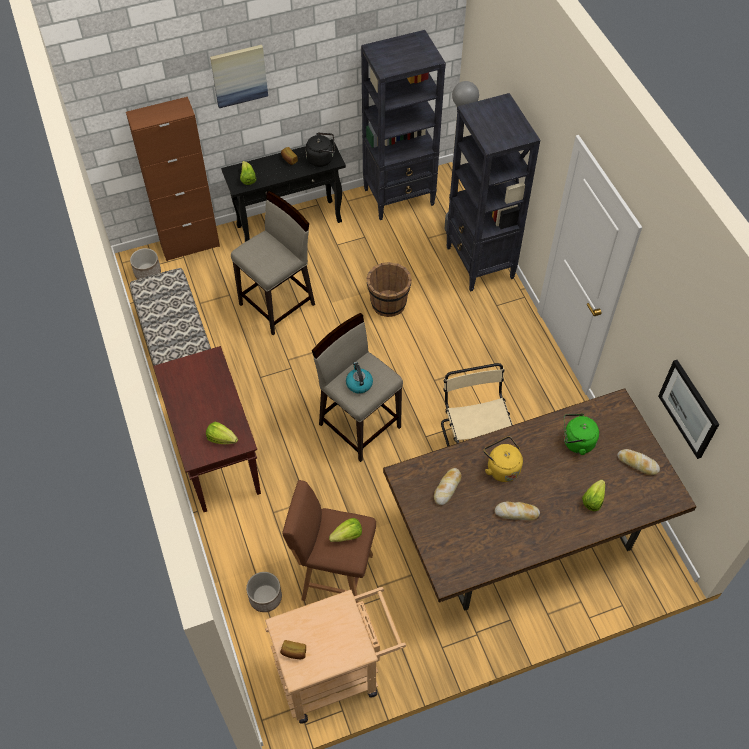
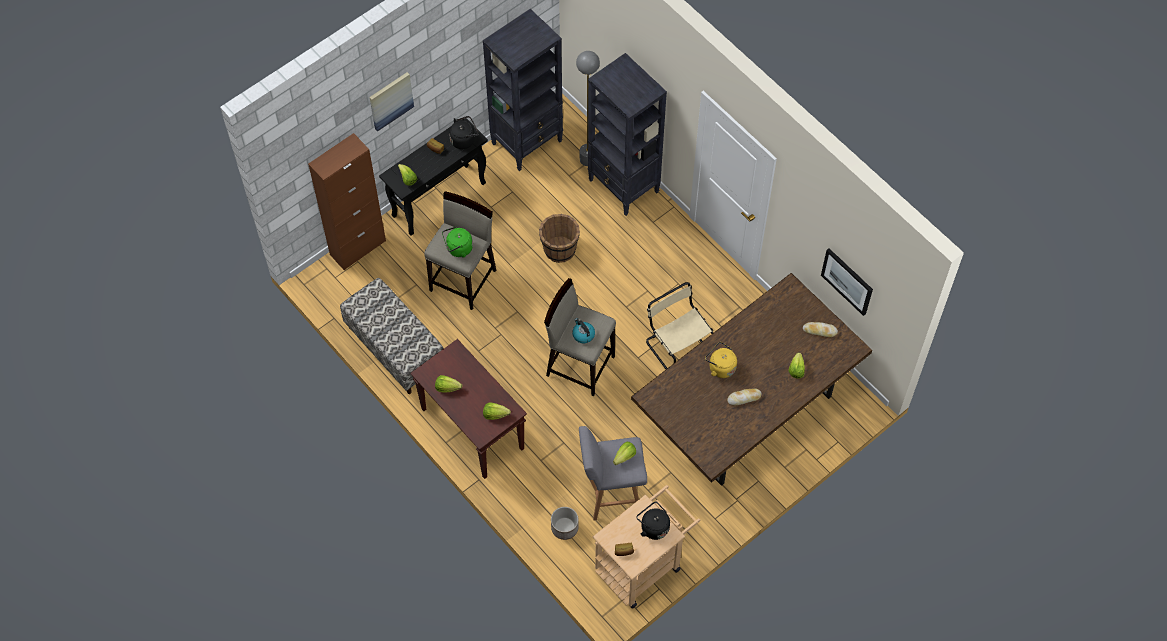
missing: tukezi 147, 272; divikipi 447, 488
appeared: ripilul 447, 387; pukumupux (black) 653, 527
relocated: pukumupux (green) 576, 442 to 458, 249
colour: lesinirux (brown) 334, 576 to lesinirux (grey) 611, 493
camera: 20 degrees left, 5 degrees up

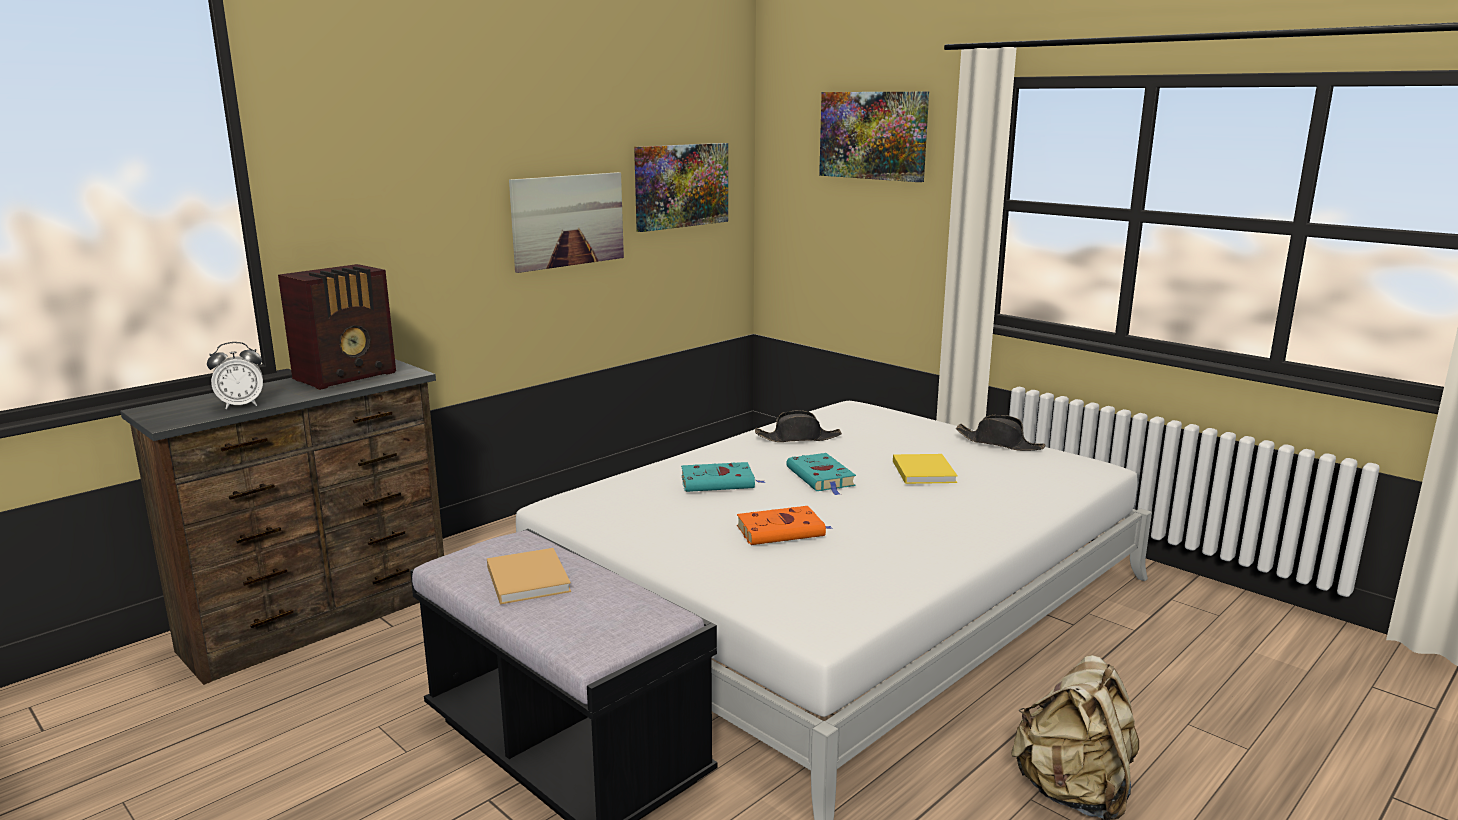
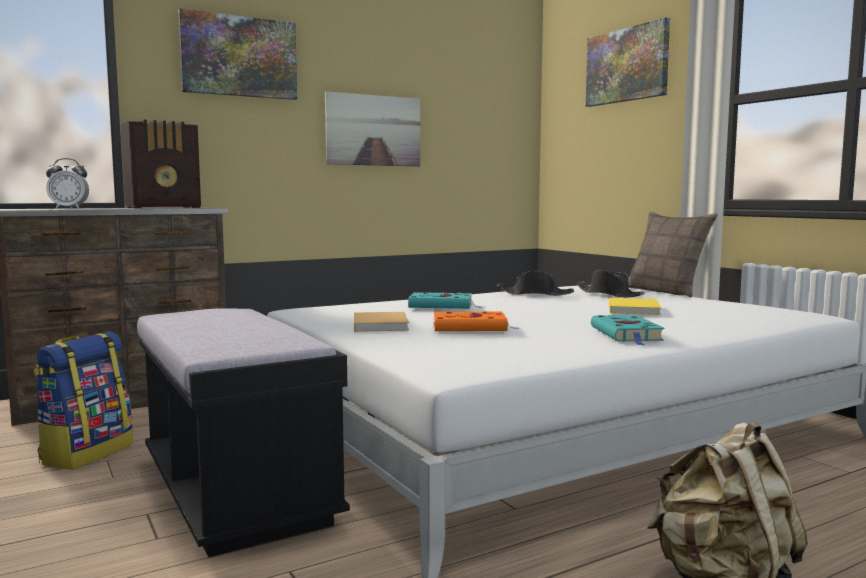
appeared: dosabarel 86, 453; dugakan 667, 291
relocated: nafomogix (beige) 527, 578 to 380, 324; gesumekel 681, 185 to 239, 57; nafomogix (turquoise) 822, 478 to 627, 334; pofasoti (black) 999, 443 to 609, 294
camera: 15 degrees right, 10 degrees down

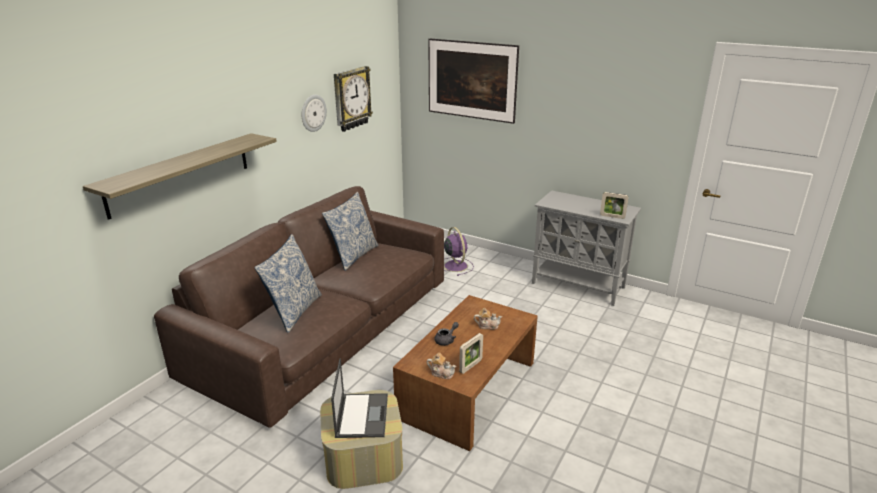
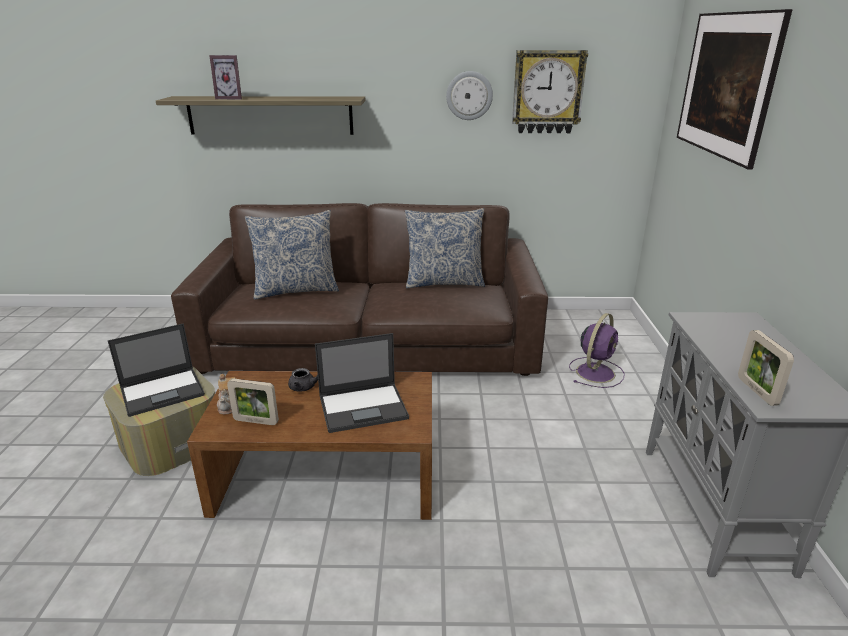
appeared: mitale 231, 98
exchanged: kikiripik 487, 325 to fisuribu 364, 407
camera: 60 degrees right, 0 degrees up

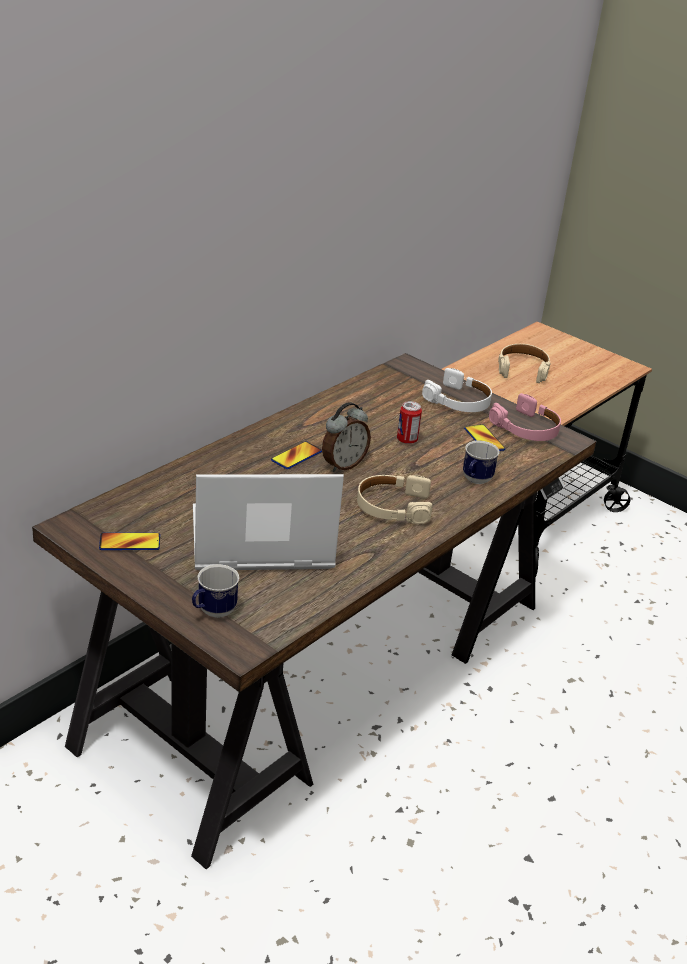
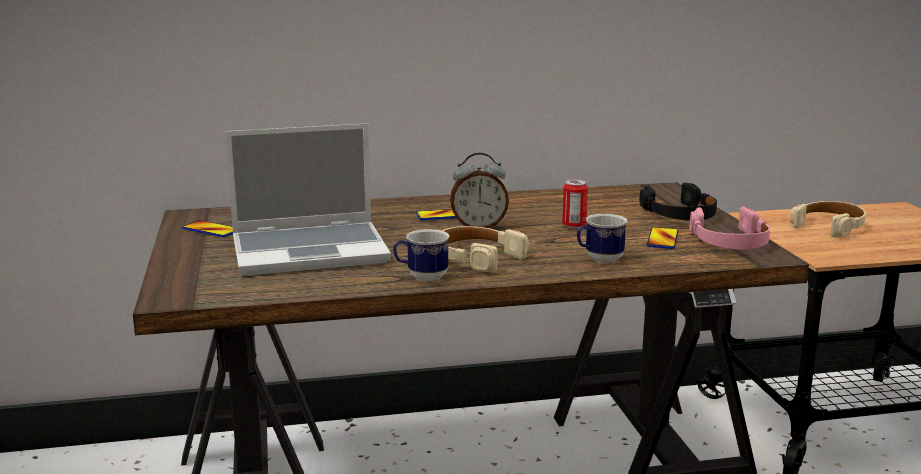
relocated: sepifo 212, 612 to 421, 278
colour: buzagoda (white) 459, 401 to buzagoda (black) 680, 214
spun: fisuribu 259, 542 = 311, 251 135 degrees clockwise
camera: 40 degrees right, 15 degrees down

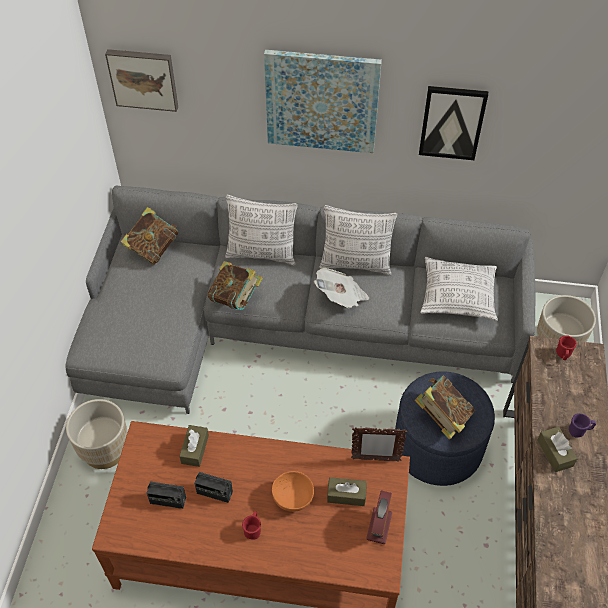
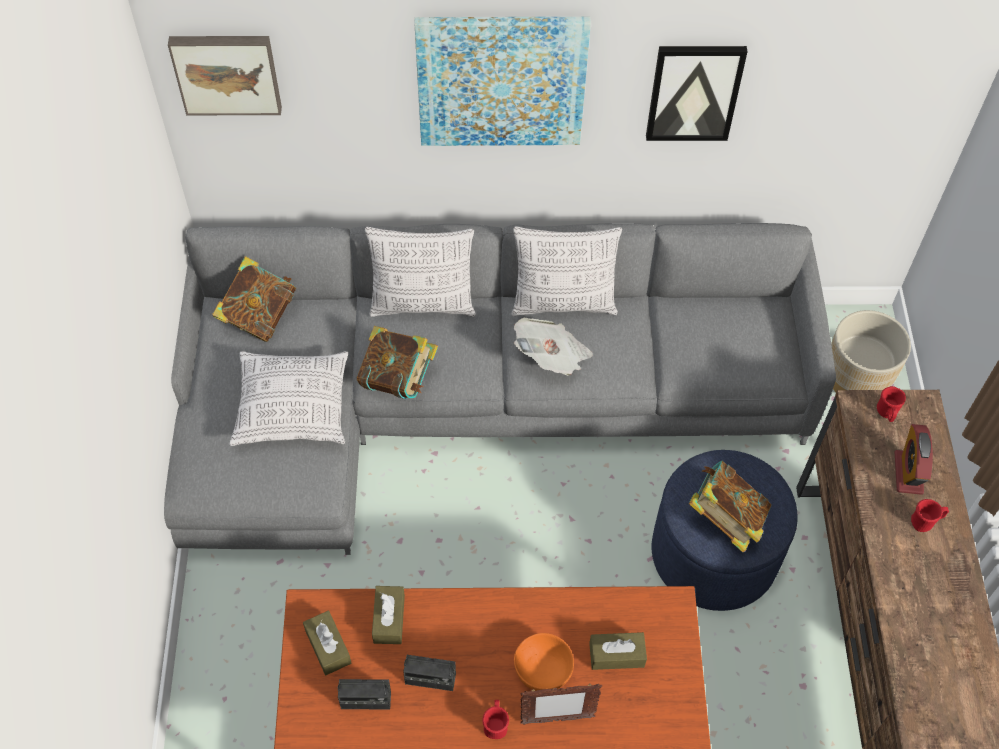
missing: tukezi (beige) 105, 449
relocated: mitale 375, 459 to 556, 720; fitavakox 379, 526 to 908, 473; dugakan 458, 296 to 293, 408; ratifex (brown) 555, 453 to 328, 647
colour: sepifo (purple) 579, 431 to sepifo (red) 925, 522
camera: 10 degrees left, 5 degrees up

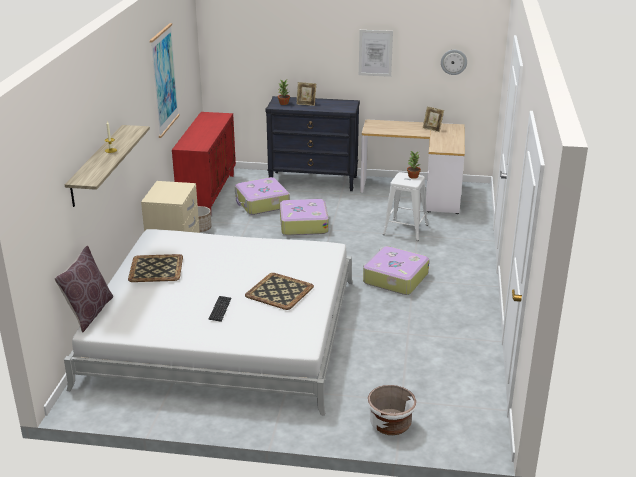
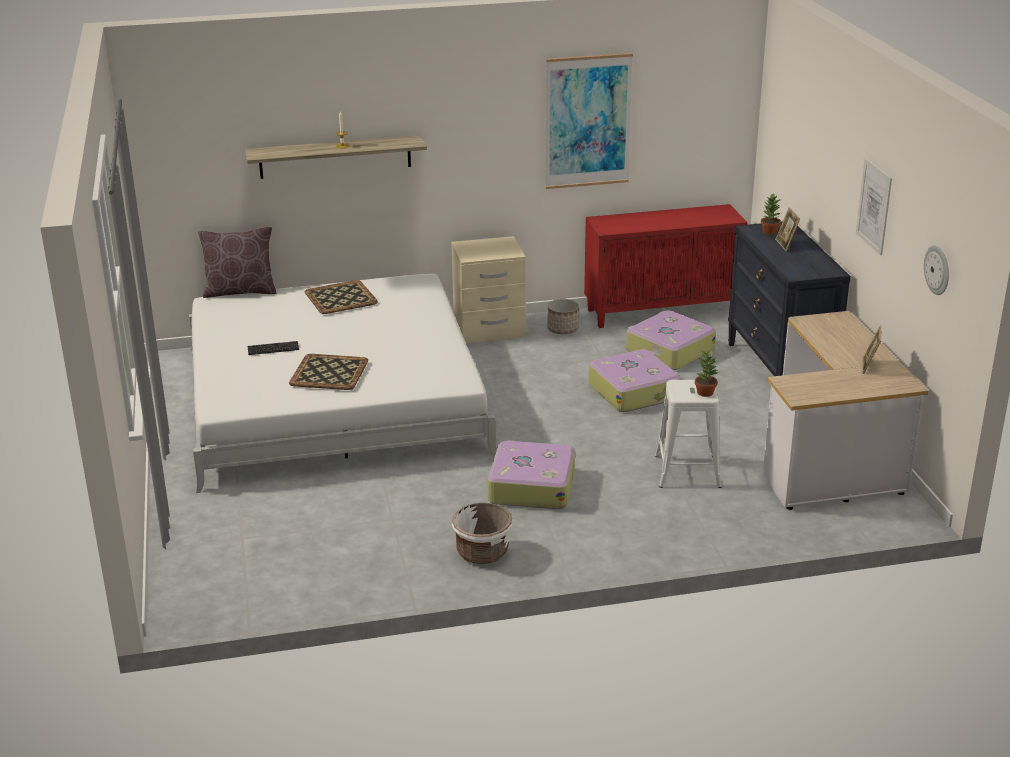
relocated: tukezi (white) 390, 424 to 482, 552
camera: 70 degrees right, 0 degrees up

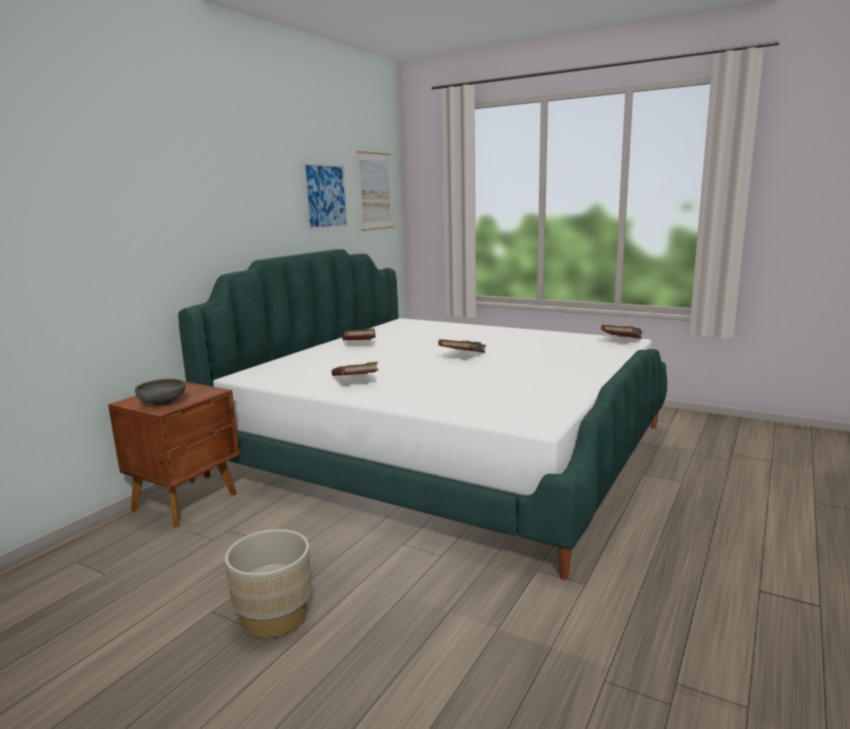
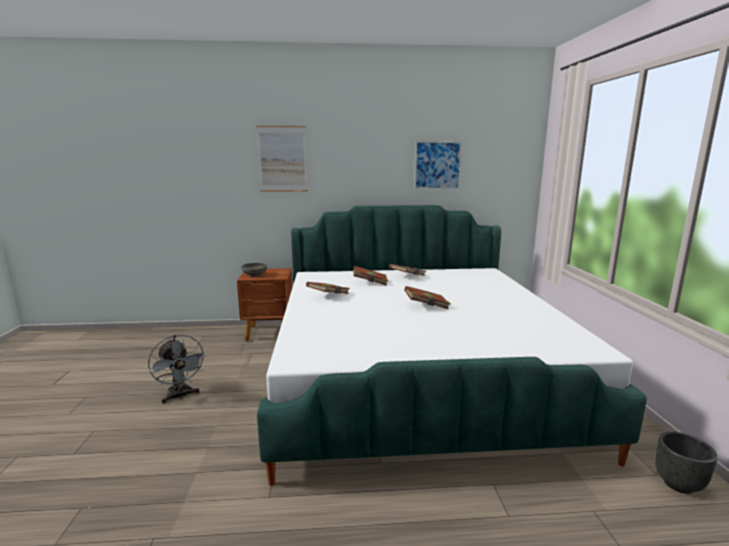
appeared: tukezi (black) 679, 484
relocated: gesumekel 375, 191 to 282, 159; nafomogix (brown) 622, 341 to 370, 282
exchanged: tukezi (beige) 274, 617 to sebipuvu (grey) 180, 396
camera: 55 degrees right, 0 degrees up

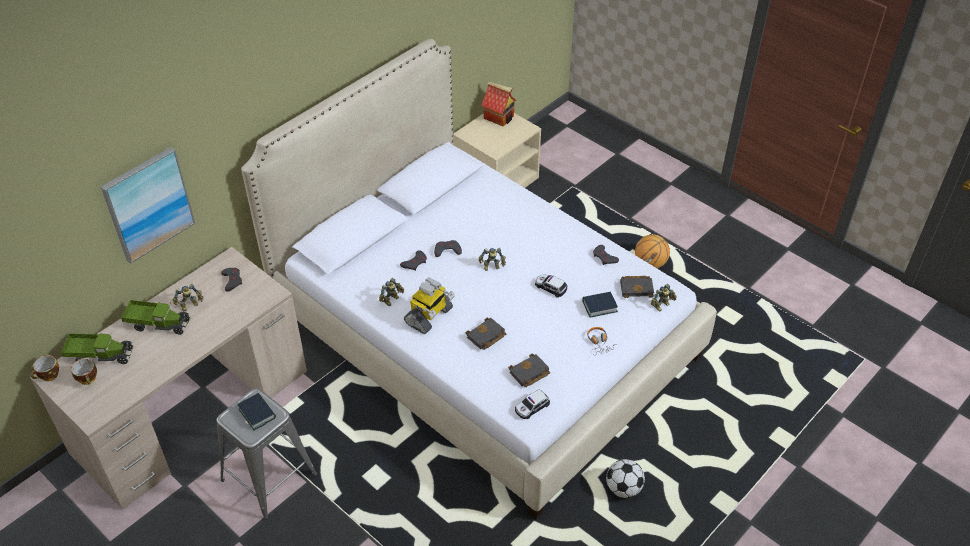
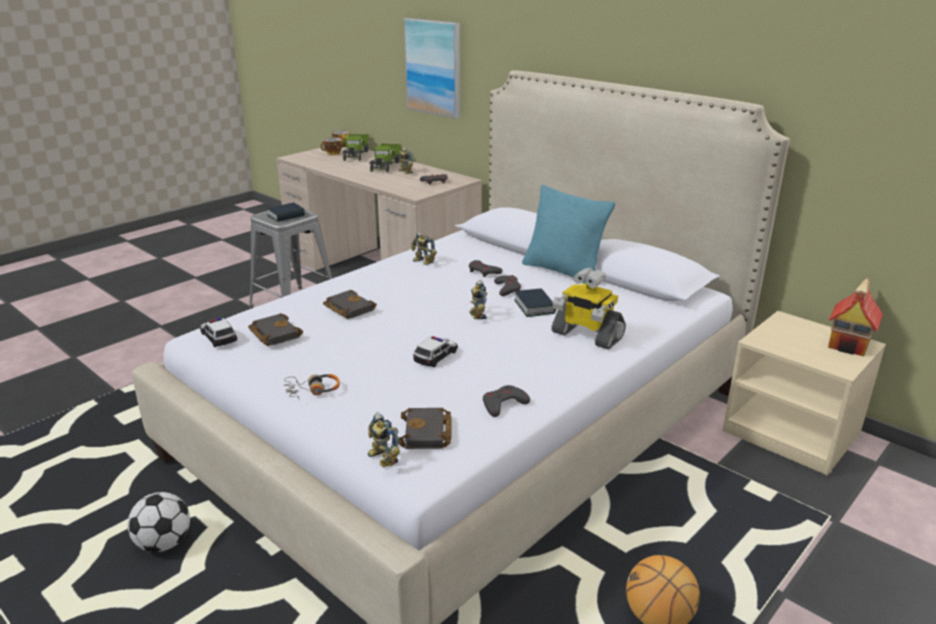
appeared: dugakan (turquoise) 563, 272
relocated: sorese 429, 316 to 586, 335; nafomogix 599, 306 to 534, 307
camera: 90 degrees right, 20 degrees down

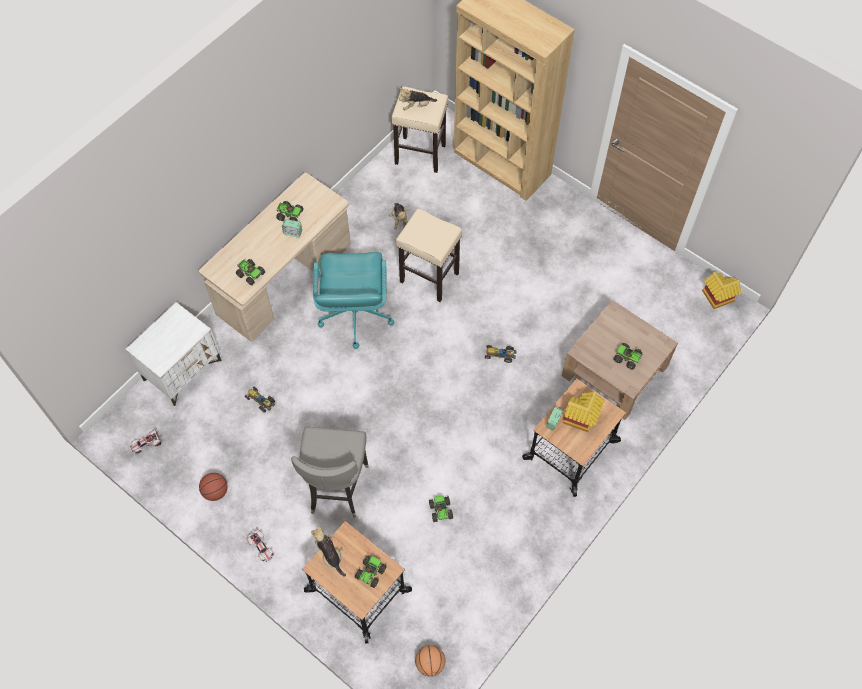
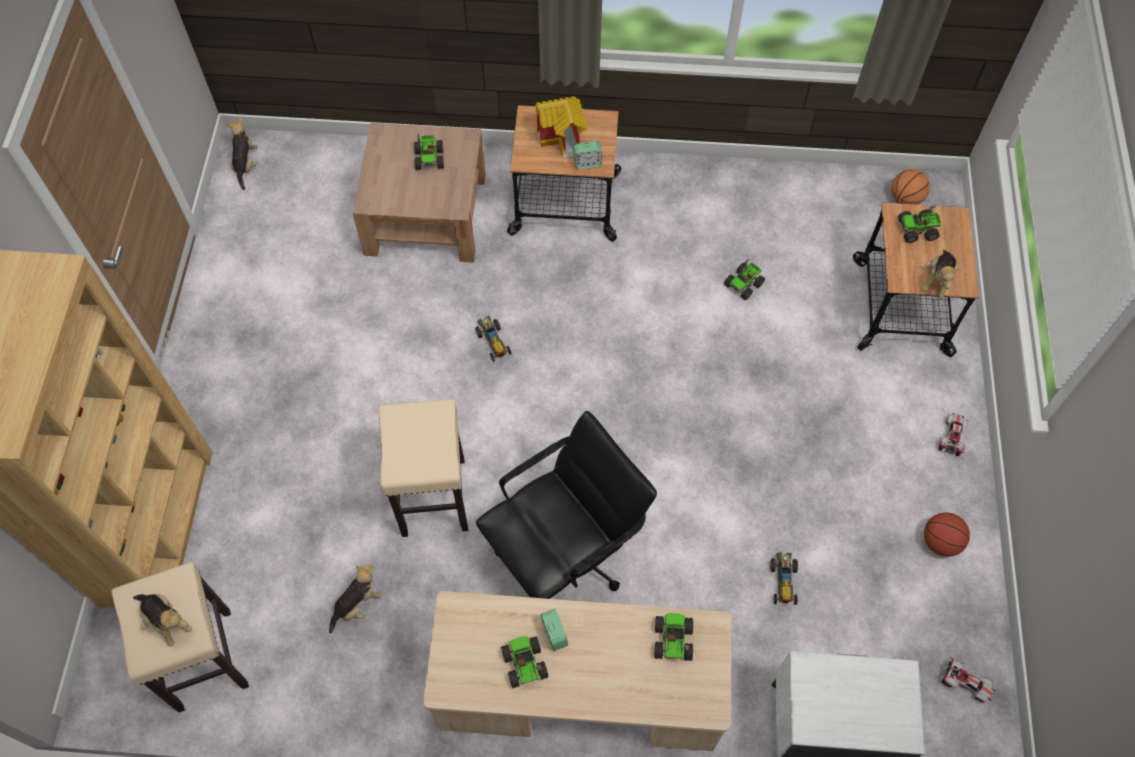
missing: lesinirux (grey) 336, 489
exchanged: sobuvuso 716, 298 to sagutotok 246, 165
colour: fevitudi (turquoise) 355, 316 to fevitudi (black) 565, 552
camera: 125 degrees left, 0 degrees up

